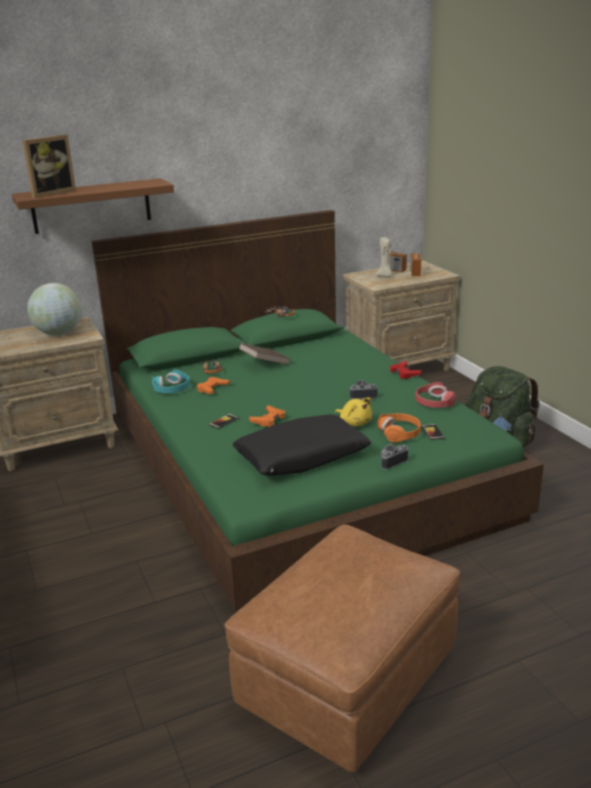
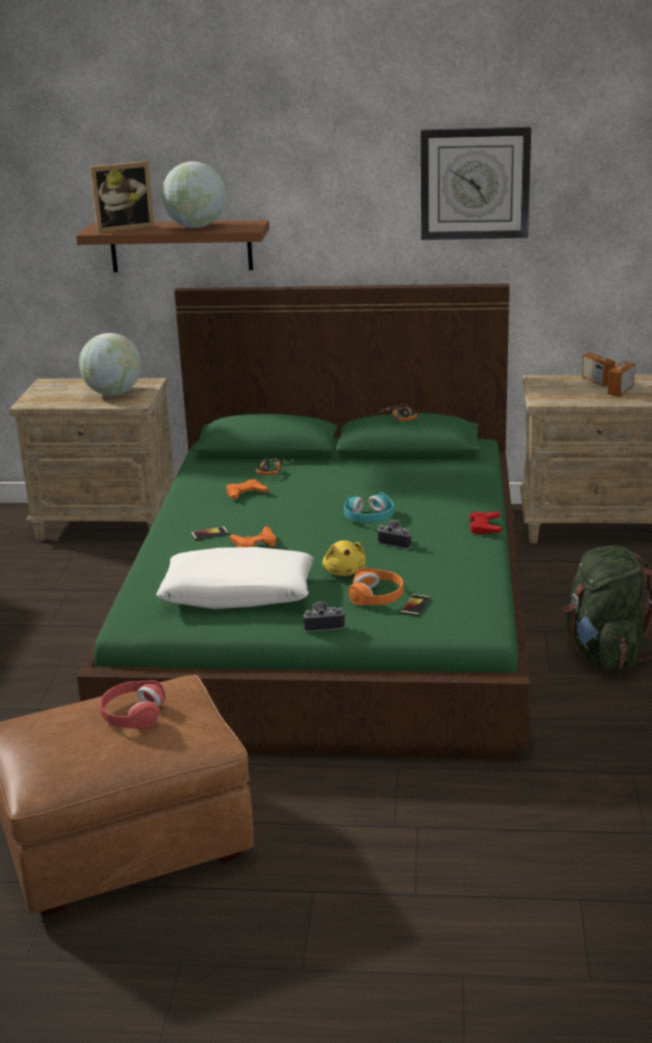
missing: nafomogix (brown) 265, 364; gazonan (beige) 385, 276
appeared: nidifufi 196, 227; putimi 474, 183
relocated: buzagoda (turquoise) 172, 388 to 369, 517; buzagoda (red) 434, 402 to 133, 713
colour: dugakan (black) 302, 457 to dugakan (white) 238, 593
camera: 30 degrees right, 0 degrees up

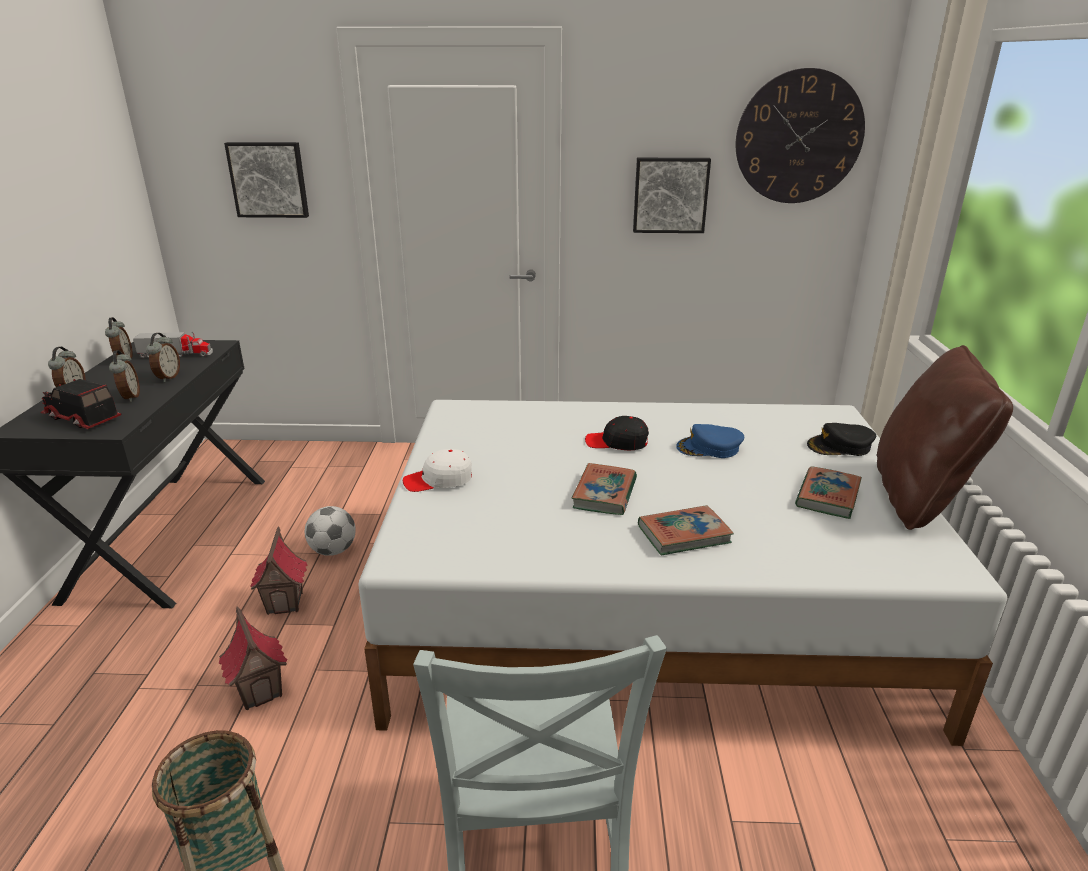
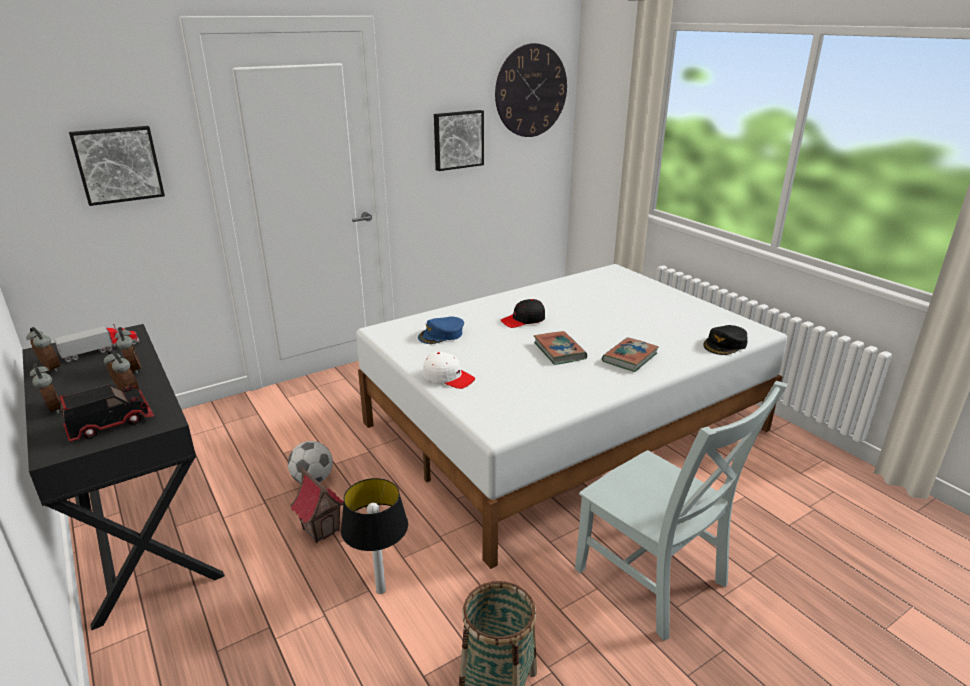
missing: nafomogix 827, 496; dugakan (brown) 919, 497
relocated: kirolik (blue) 709, 448 to 441, 335; kirolik (black) 840, 446 to 725, 345
exchanged: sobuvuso 260, 691 to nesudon 380, 589
spun: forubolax 81, 418 = 110, 424 150 degrees clockwise; kirolik (white) 438, 480 = 448, 377 105 degrees counterclockwise
camera: 35 degrees left, 0 degrees up

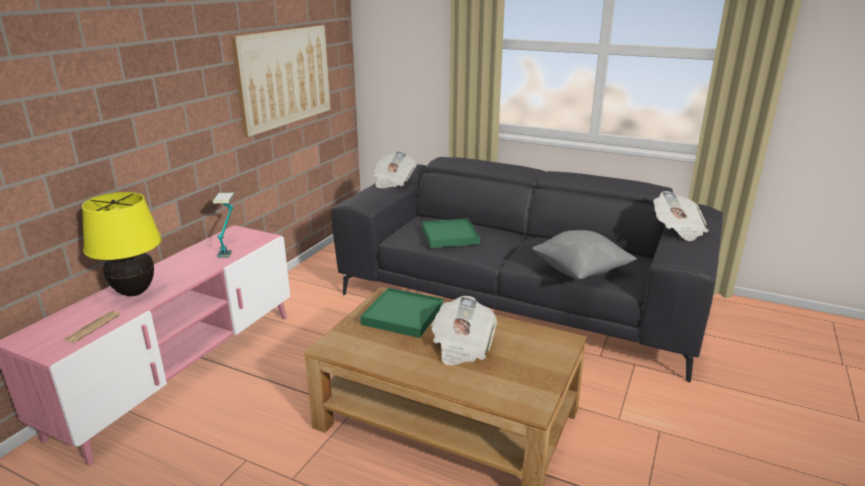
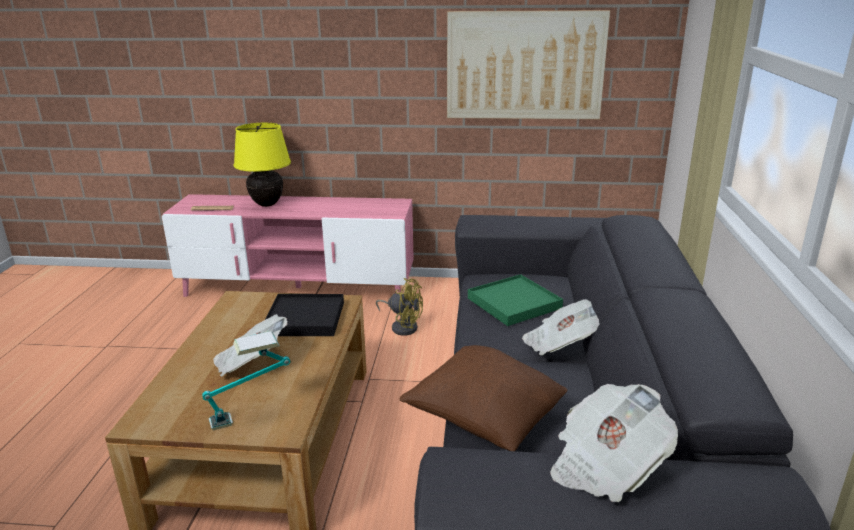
appeared: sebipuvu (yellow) 402, 326
relocated: nesudon 229, 247 to 252, 414; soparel 393, 182 to 560, 344
colour: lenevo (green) 403, 315 to lenevo (black) 304, 319; dugakan (grey) 580, 272 to dugakan (brown) 484, 420
camera: 70 degrees right, 0 degrees up

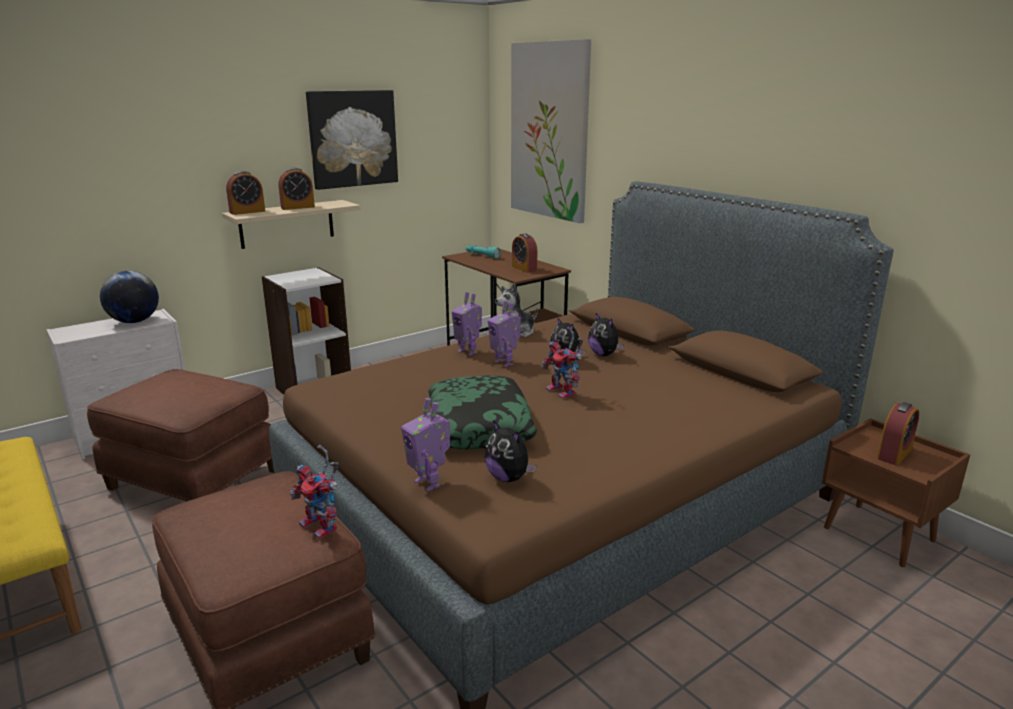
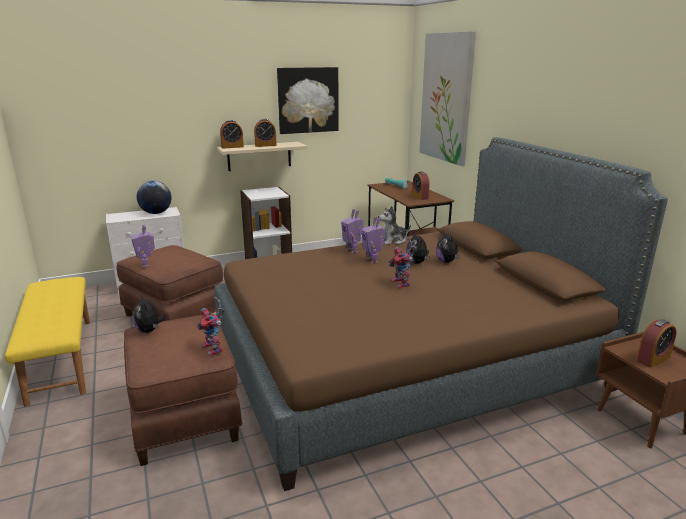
missing: dugakan 480, 425
relocated: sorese 428, 483 to 146, 265; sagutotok 508, 478 to 149, 330
camera: 15 degrees right, 0 degrees up

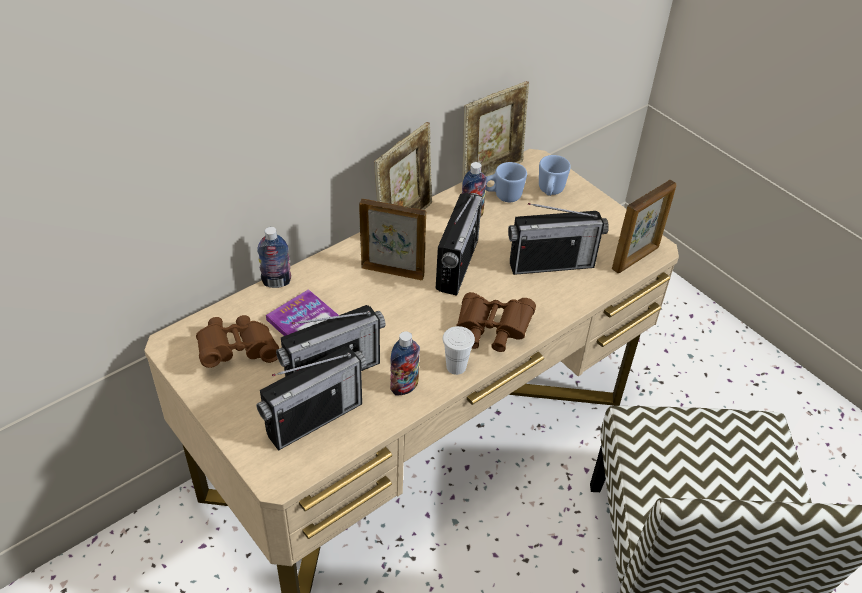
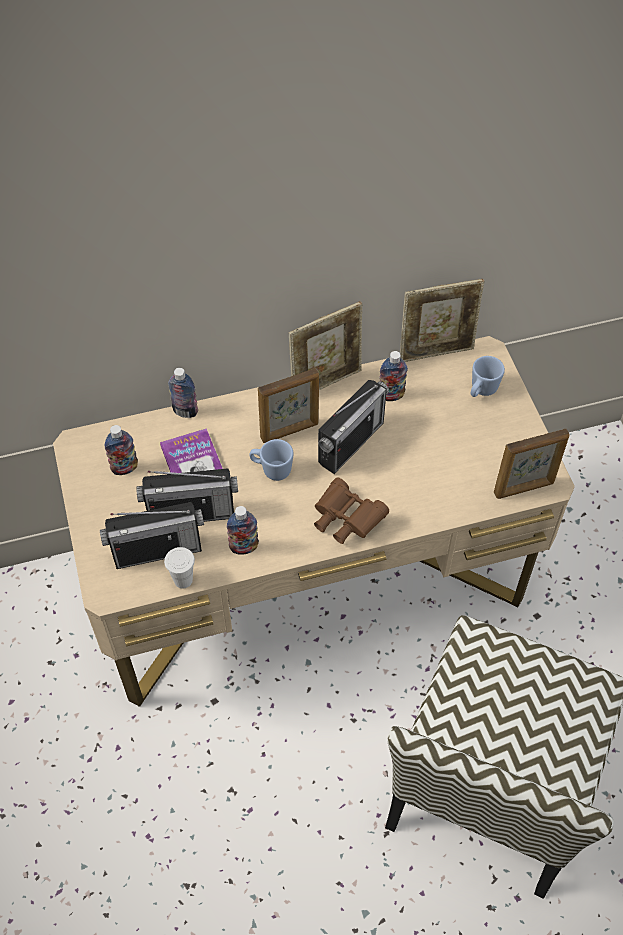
missing: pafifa 551, 264
relocated: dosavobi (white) 456, 367 to 183, 580; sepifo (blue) 503, 196 to 271, 469
exchanged: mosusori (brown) 238, 351 to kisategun 124, 468
spun: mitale 392, 271 = 290, 431 120 degrees clockwise
camera: 25 degrees right, 10 degrees up

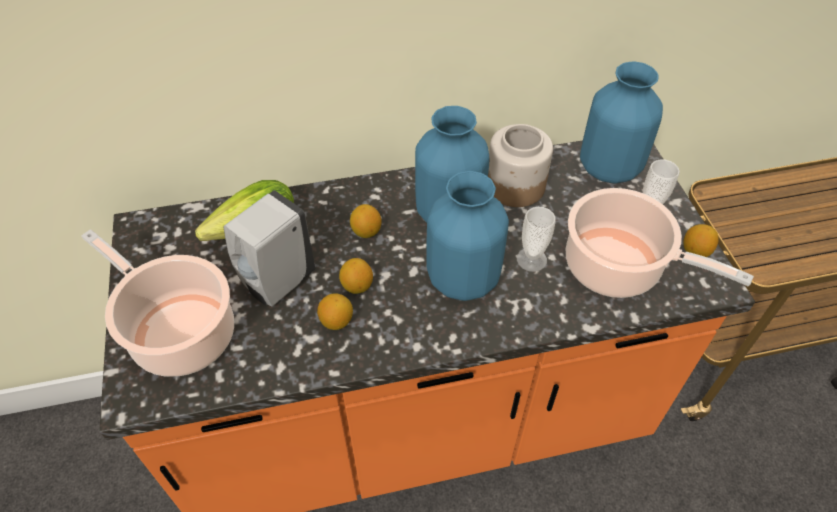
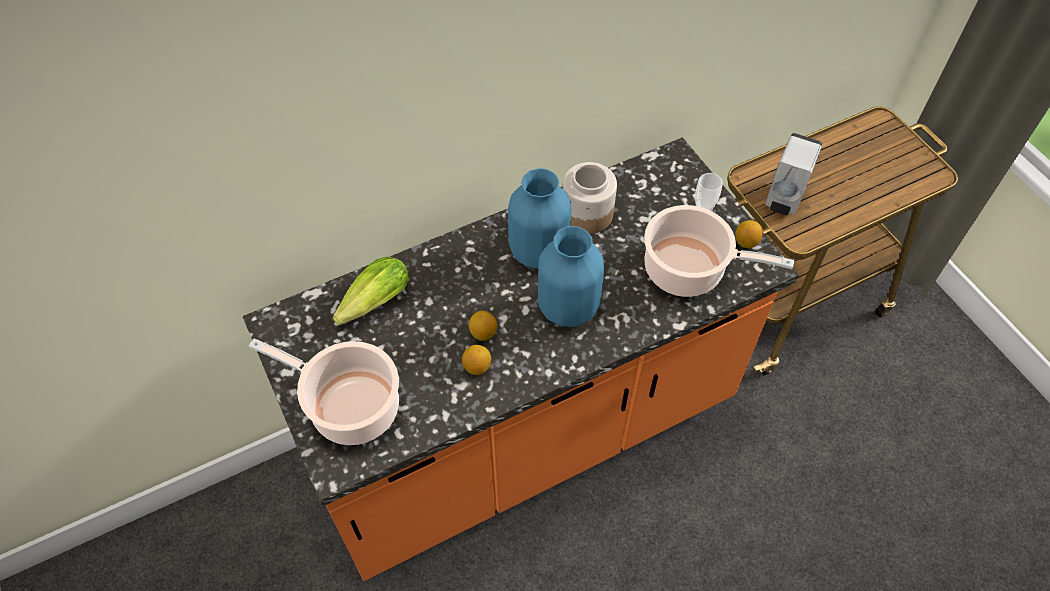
missing: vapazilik 366, 231; dosavobi 531, 259; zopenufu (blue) 609, 167
relocated: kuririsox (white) 277, 284 to 783, 200
camera: 15 degrees left, 5 degrees up

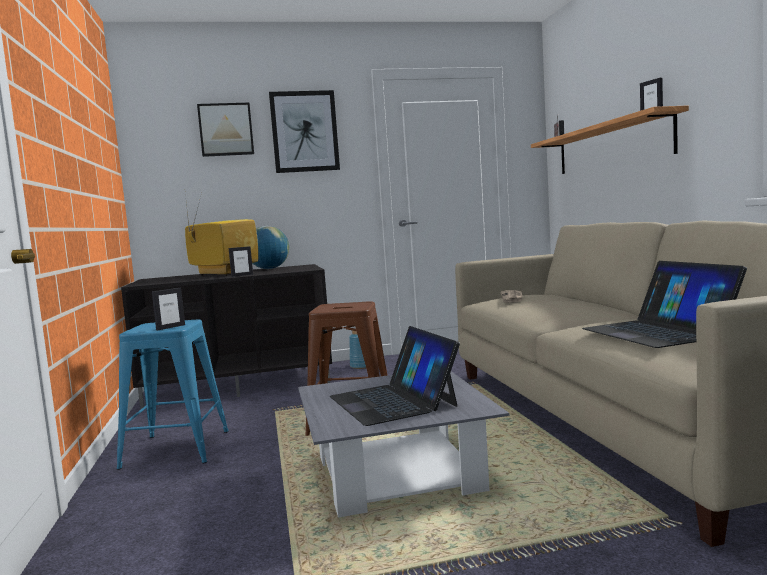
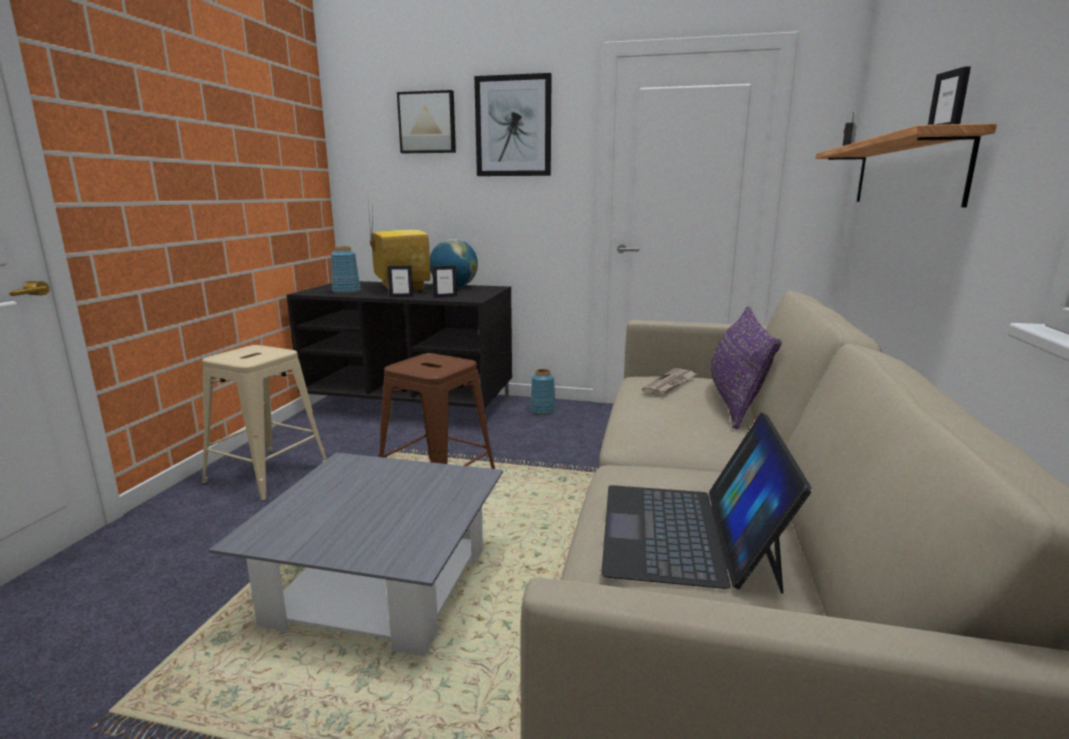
missing: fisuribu 393, 401
appeared: zopenufu (blue) 346, 292; dugakan (purple) 736, 401
relocated: mitale 170, 327 to 445, 297
colour: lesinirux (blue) 176, 449 to lesinirux (beige) 267, 474
camera: 25 degrees right, 10 degrees up

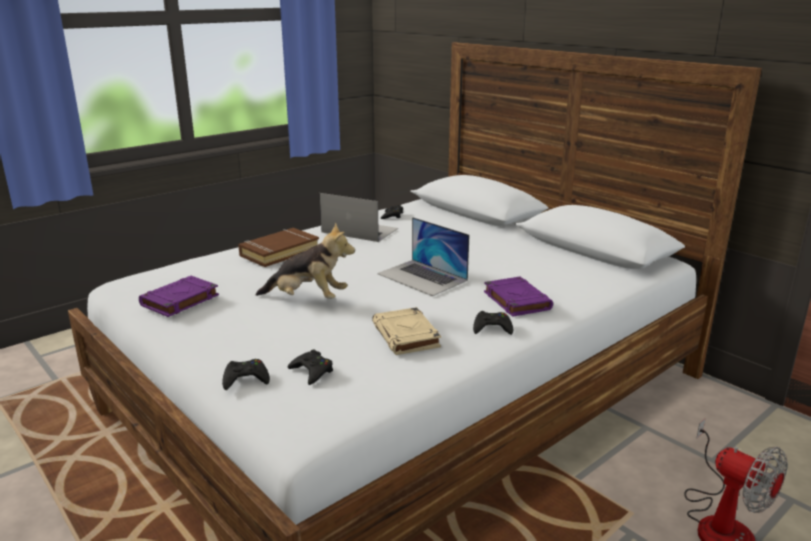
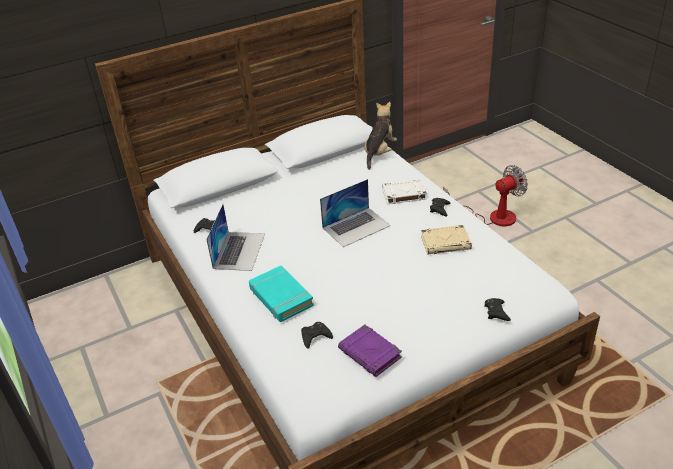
relocated: sagutotok 307, 299 to 379, 153; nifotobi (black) 312, 371 to 315, 337
colour: nafomogix (brown) 279, 252 to nafomogix (turquoise) 280, 297; nafomogix (purple) 516, 300 to nafomogix (white) 403, 194
spun: fisuribu 359, 230 = 239, 250 150 degrees clockwise
camera: 75 degrees left, 15 degrees up

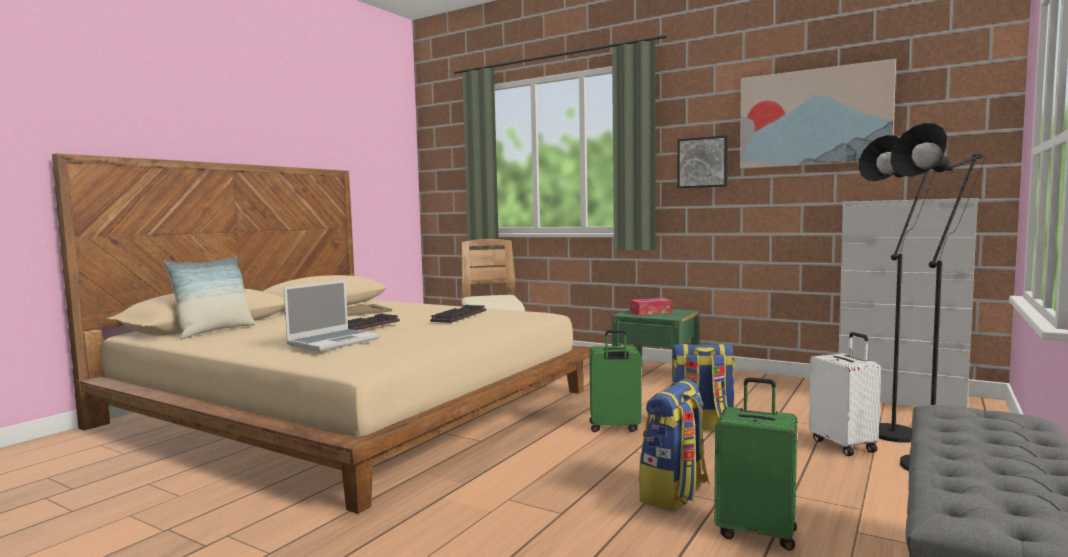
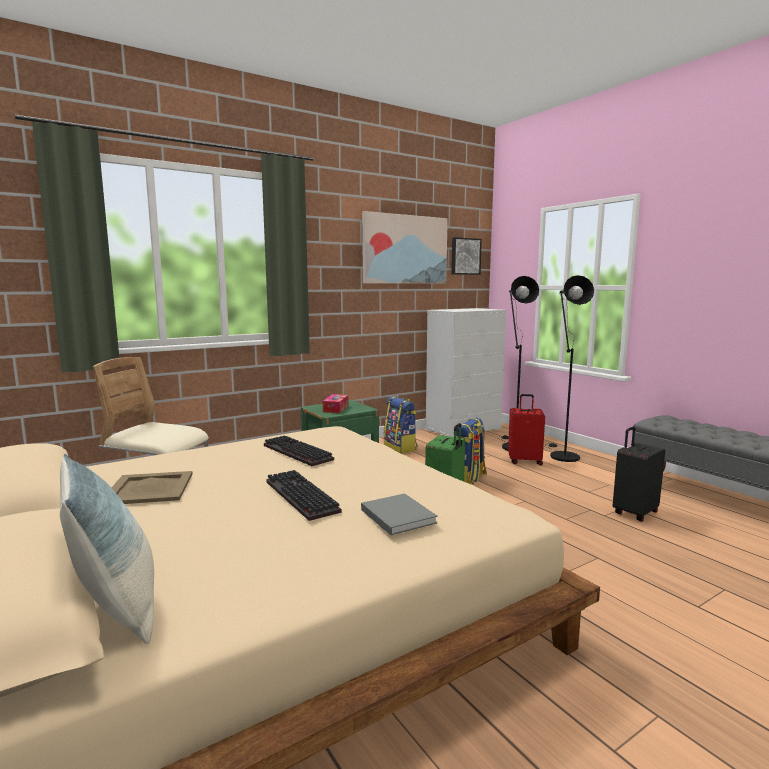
relocated: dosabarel 675, 494 to 400, 448; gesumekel 703, 162 to 465, 256
exchanged: fisuribu 334, 342 to nafomogix (grey) 397, 515
colour: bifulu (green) 756, 532 to bifulu (black) 634, 513; bifulu (white) 844, 445 to bifulu (red) 525, 461
camera: 65 degrees left, 5 degrees up

